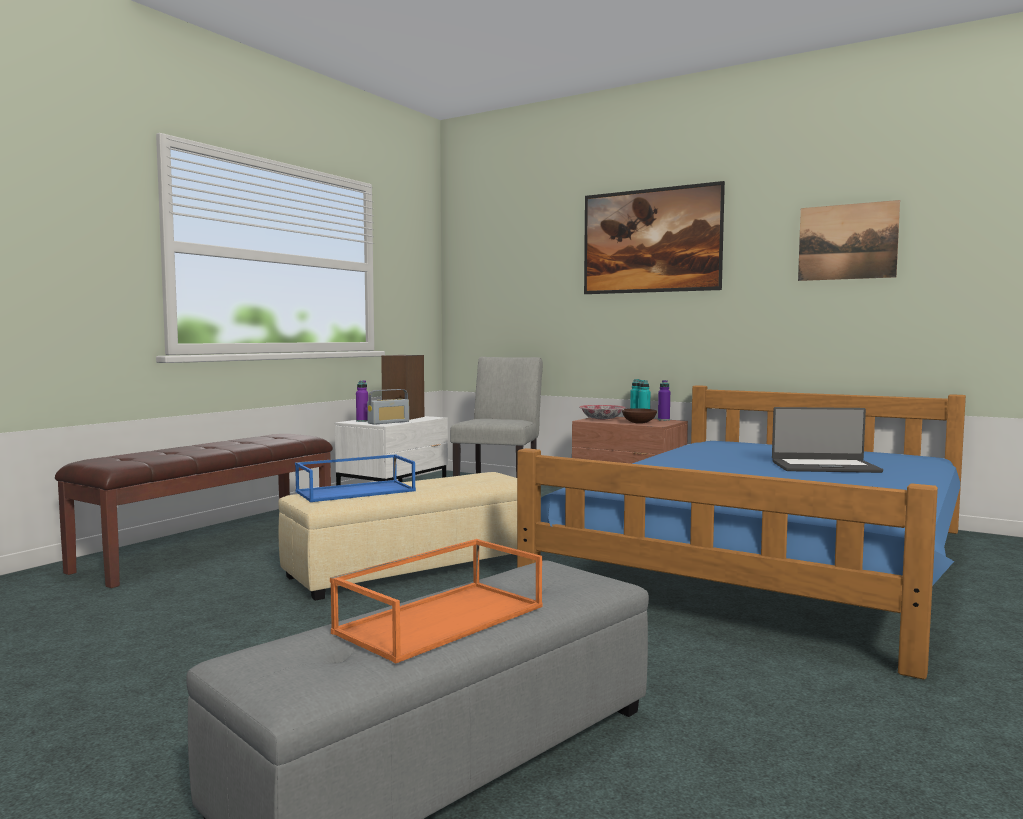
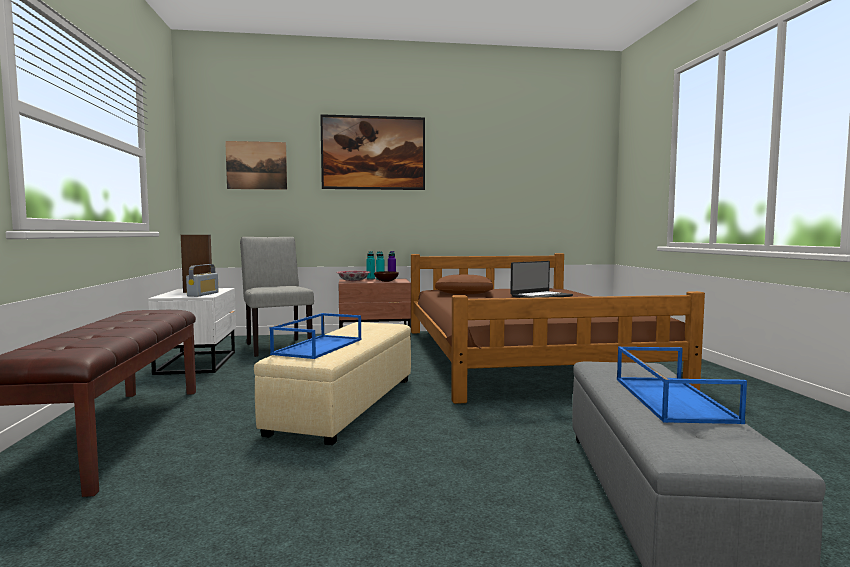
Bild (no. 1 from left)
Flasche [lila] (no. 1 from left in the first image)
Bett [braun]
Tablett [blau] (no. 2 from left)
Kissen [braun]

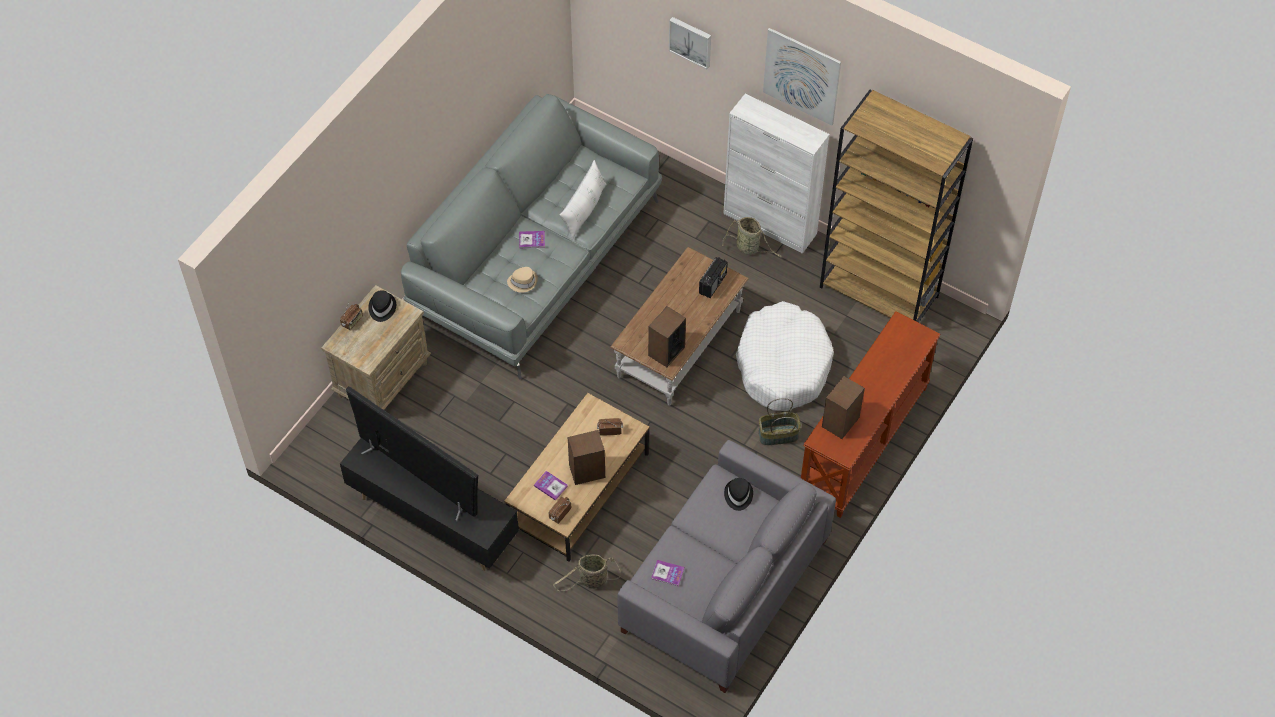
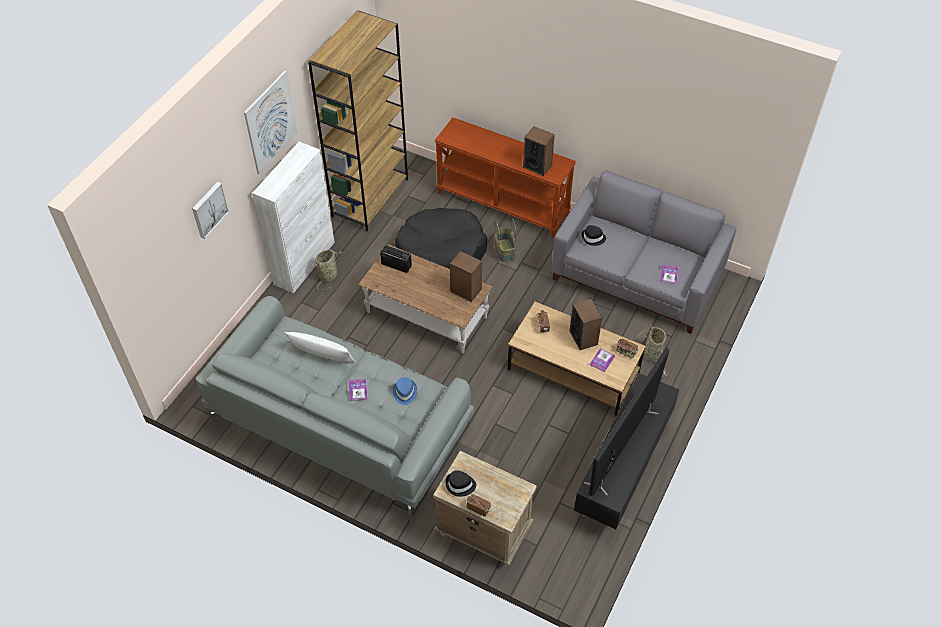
Hut [blau]
Hundebett [schwarz]

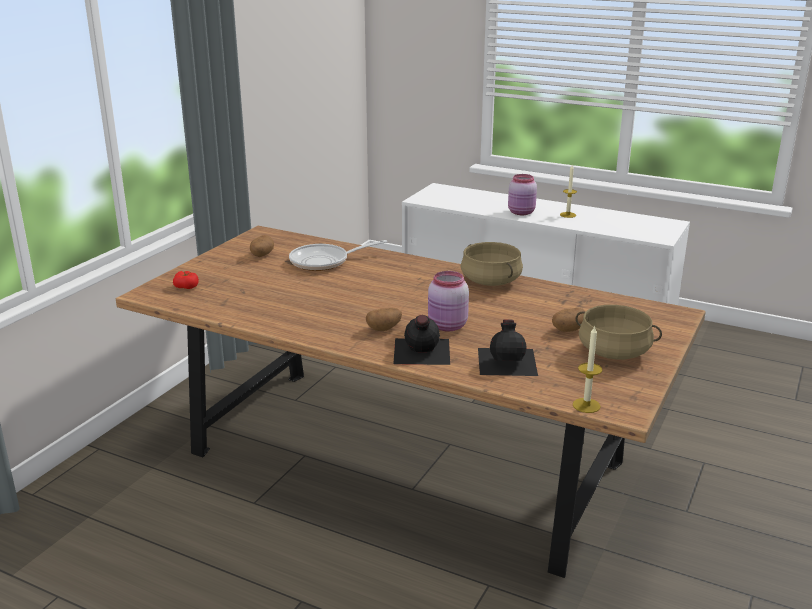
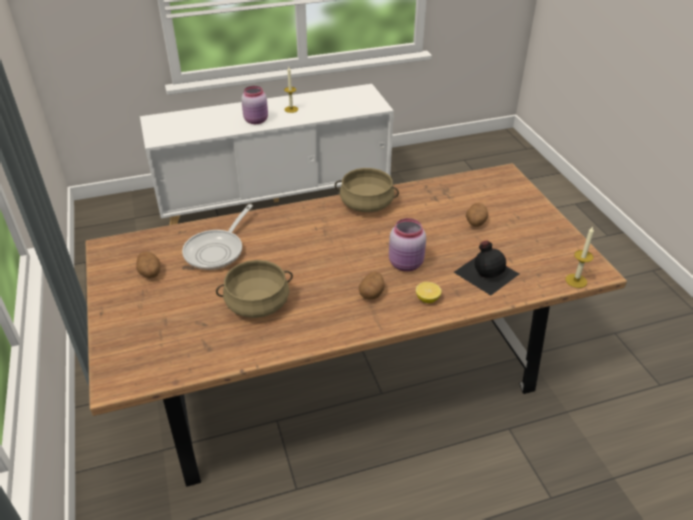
Tomate
Kochtopf [beige] (no. 1 from left)
Zitrone

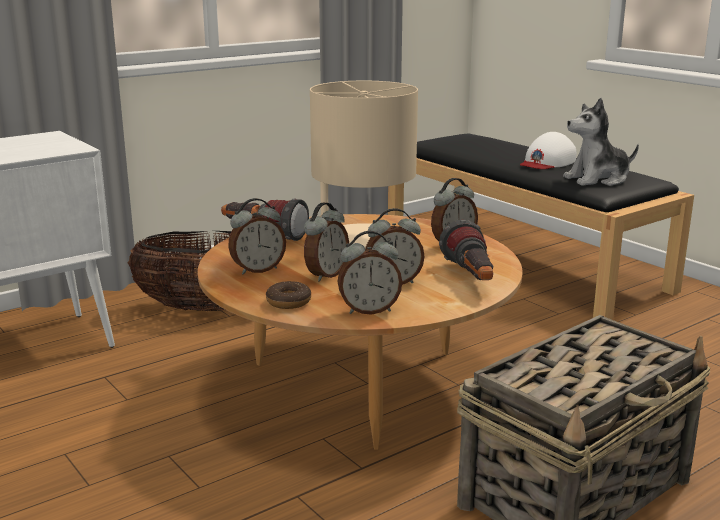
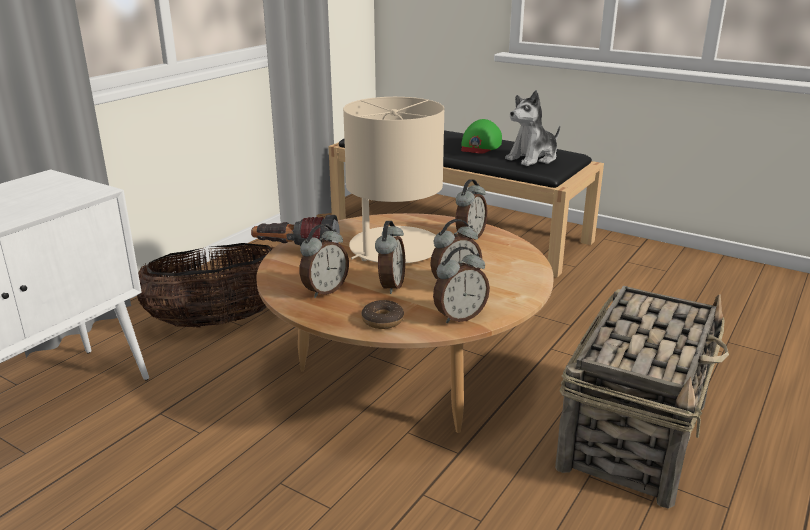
Kappe [grün]
Taschenlampe (no. 2 from left in the first image)

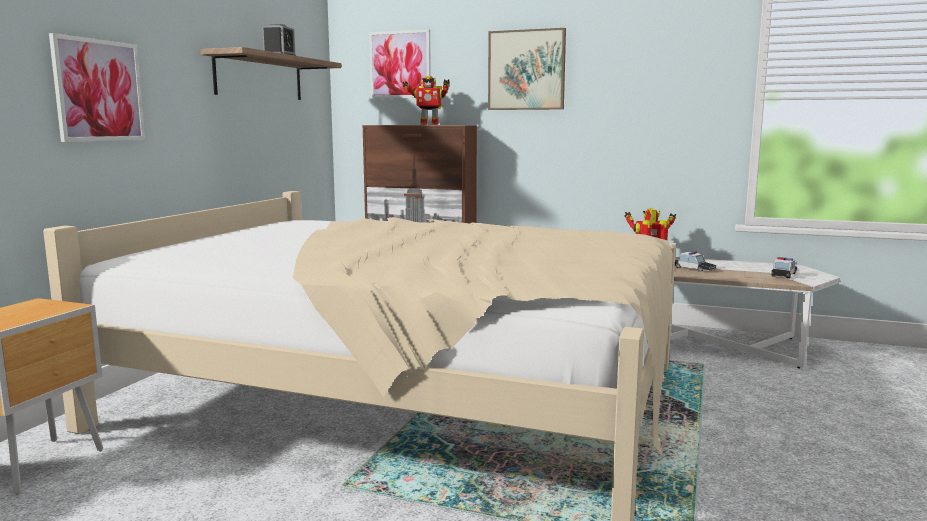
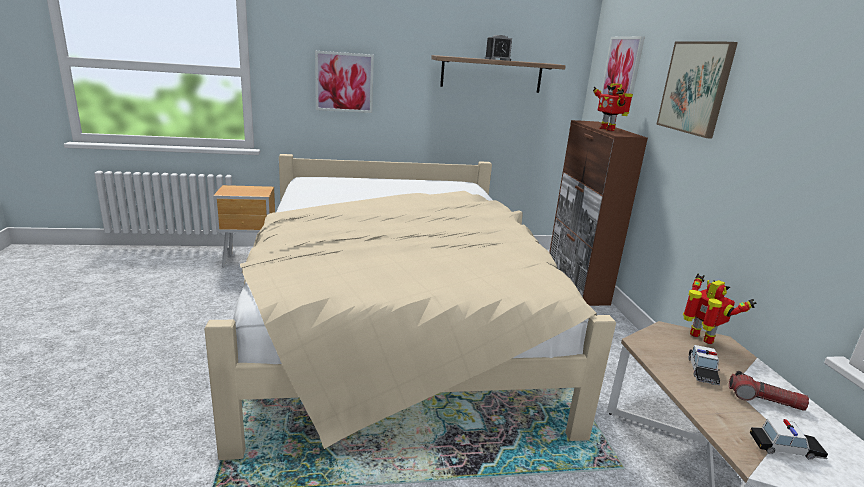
Taschenlampe

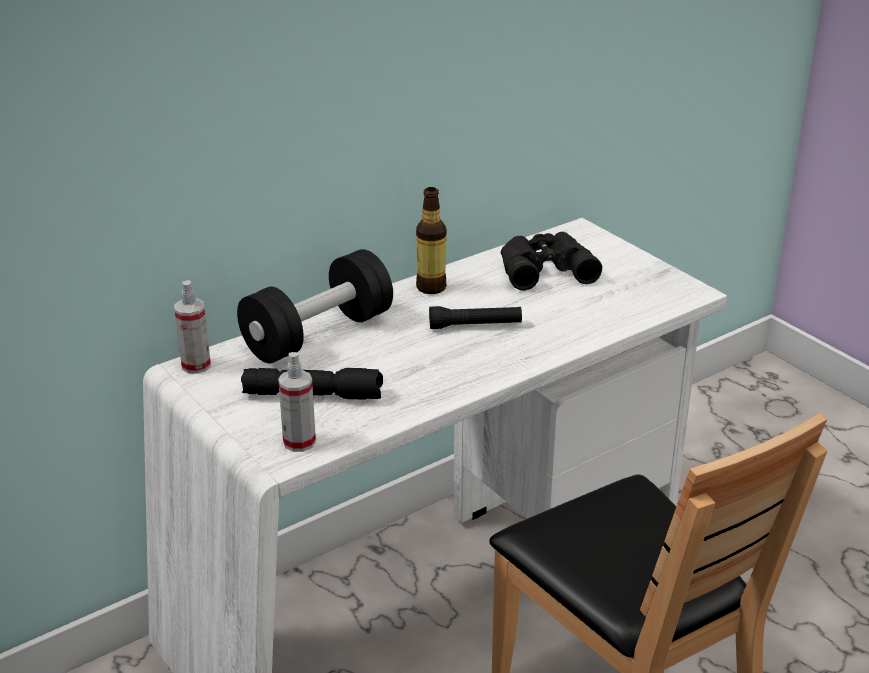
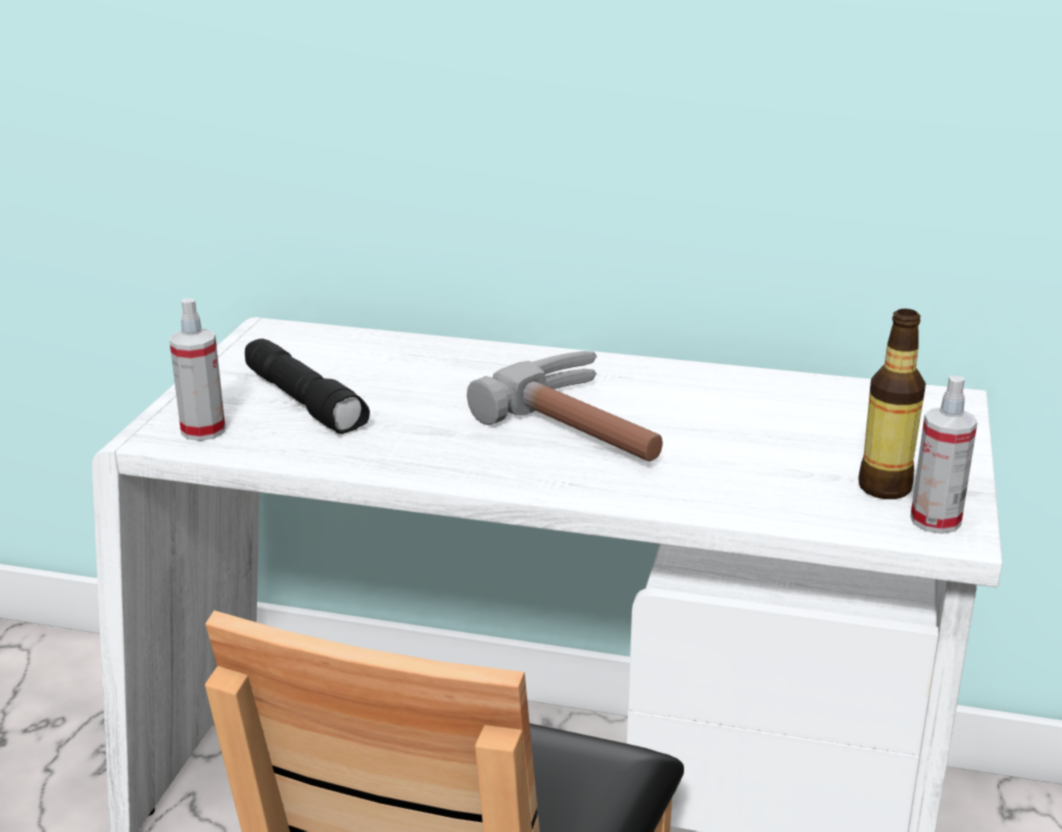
Flasche
Fernglas [schwarz]
Hantel [schwarz]
Sprühflasche (no. 2 from left)
Hammer

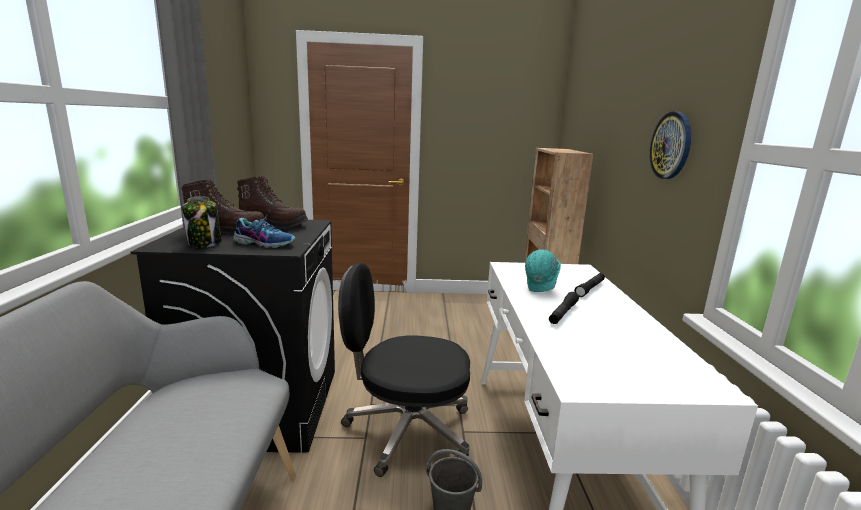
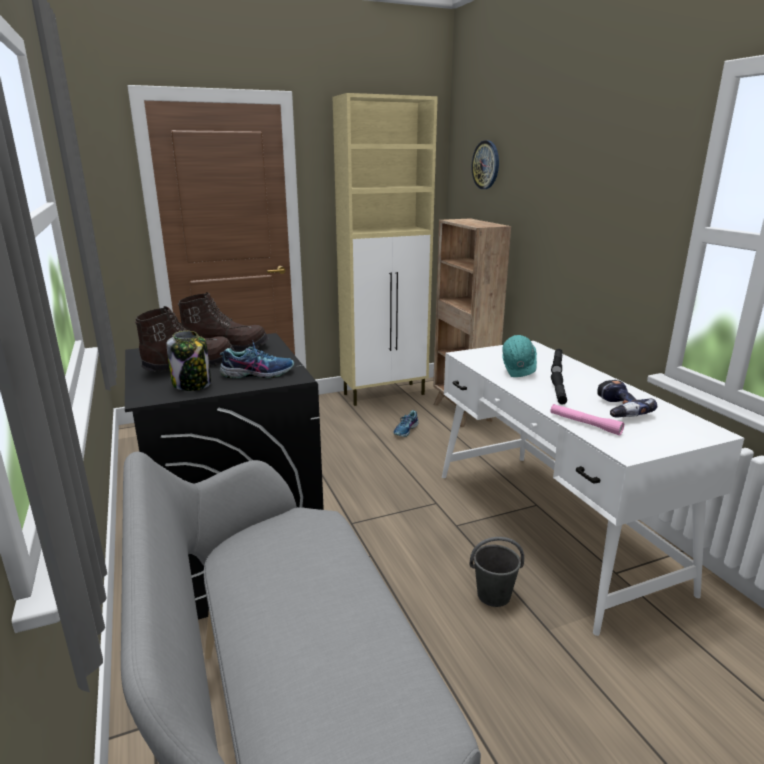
Wanduhr
Bürostuhl [schwarz]
Schrank [beige]
Bohrmaschine
Taschenlampe [rosa]
Schuh (no. 2 from left)

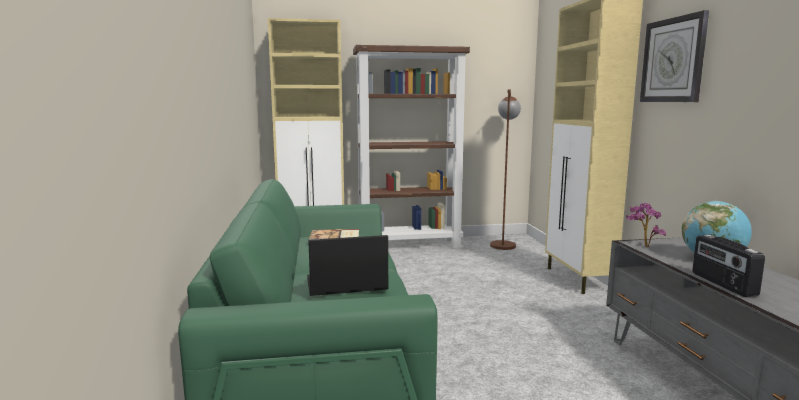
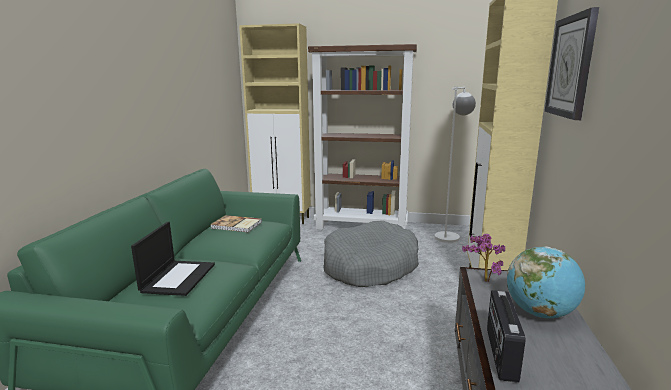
Stehlampe [weiß]
Laptop
Hundebett [grau]

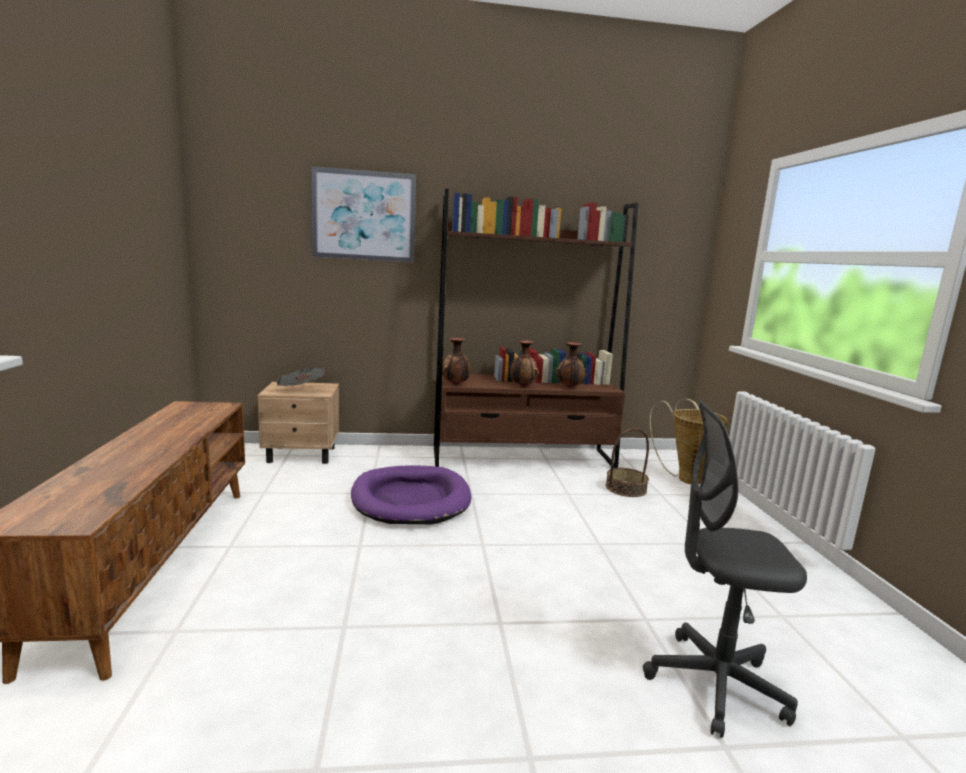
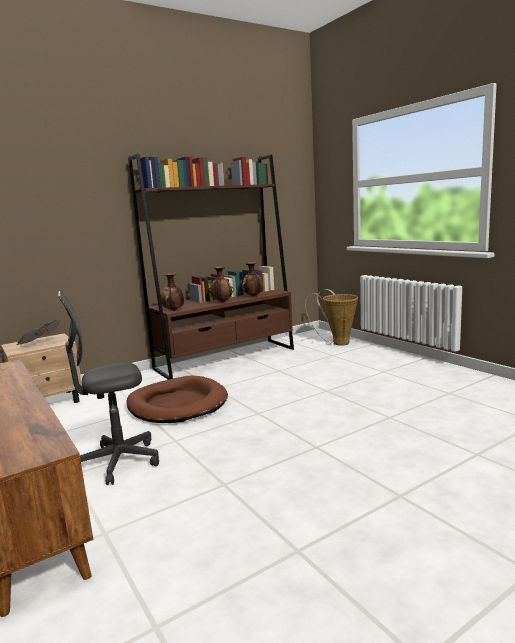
Bild
Bürostuhl [grau]
Korb (no. 1 from left in the first image)
Hundebett [braun]

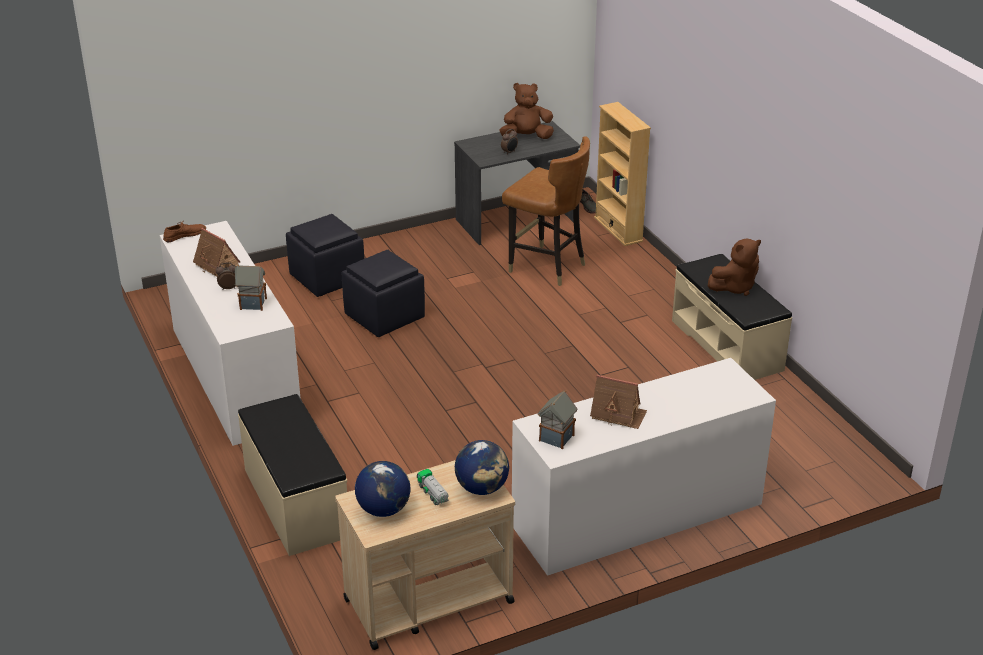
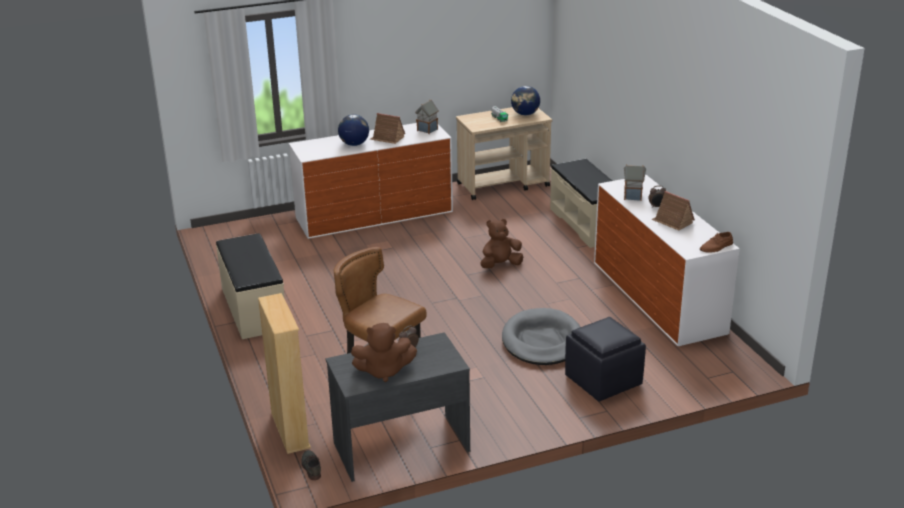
Plüschtier [braun] (no. 2 from left)
Hundebett [grau]
Globus (no. 1 from left)

